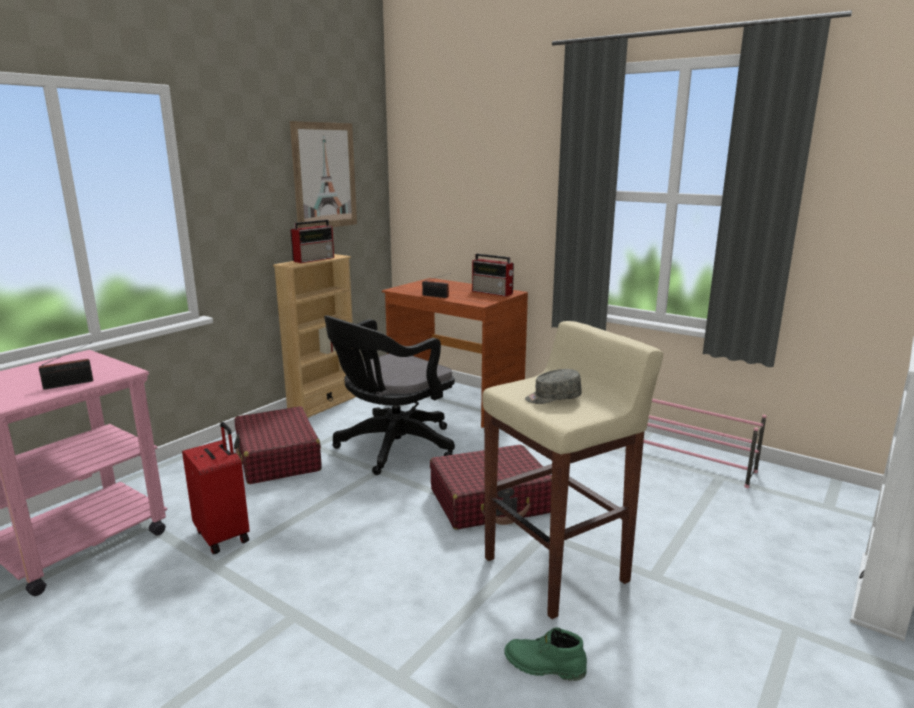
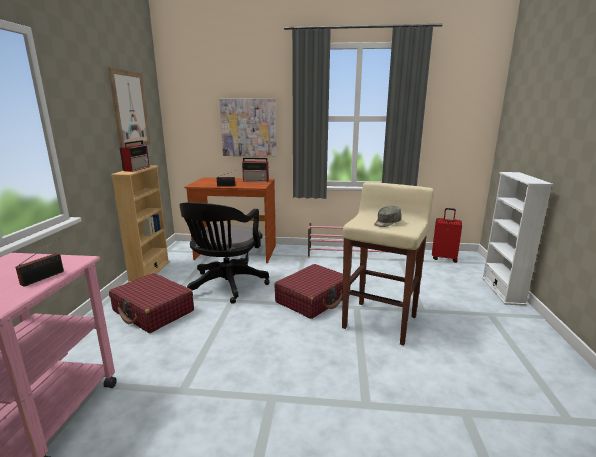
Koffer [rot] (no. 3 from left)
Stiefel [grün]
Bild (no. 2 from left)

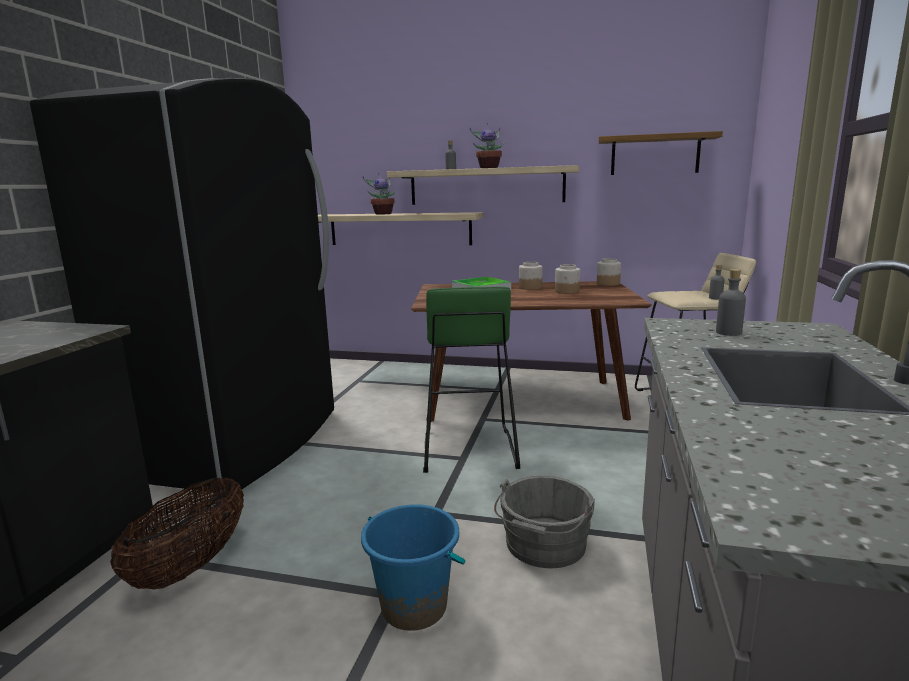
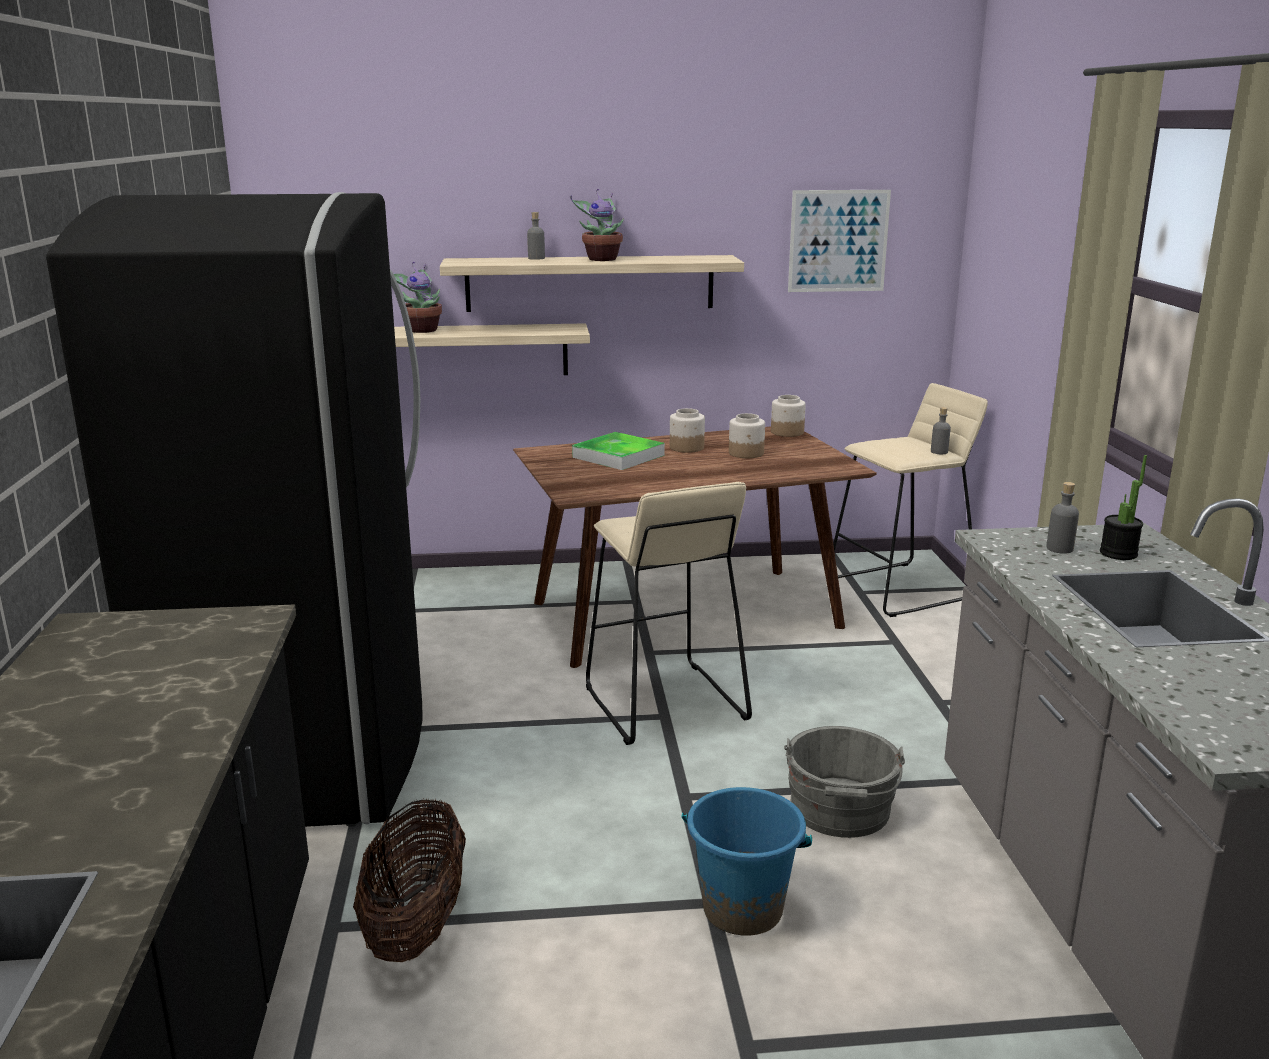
Bild
Hocker [beige] (no. 1 from left)
Topfpflanze (no. 3 from left)

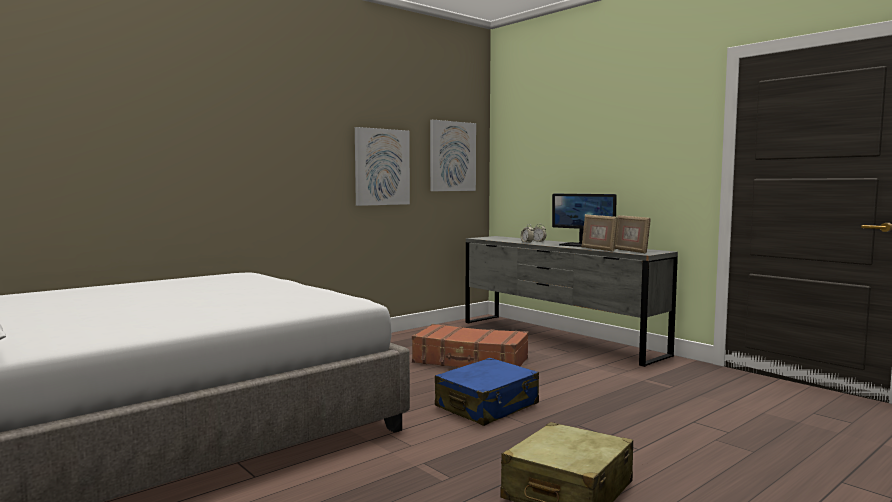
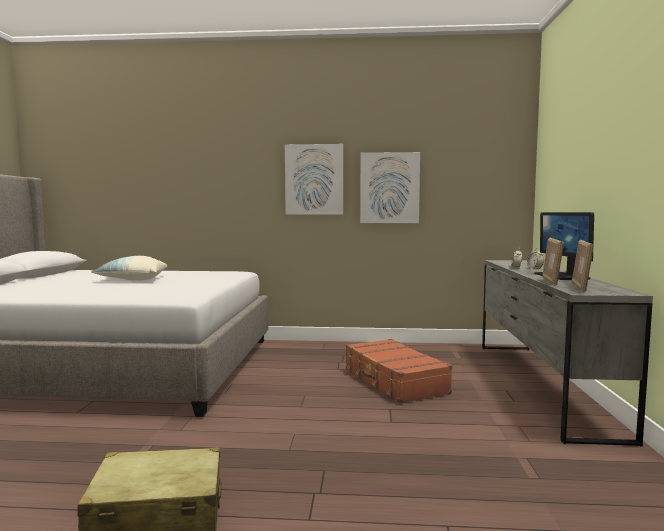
Bild (no. 1 from left)
Koffer [blau]
Kissen

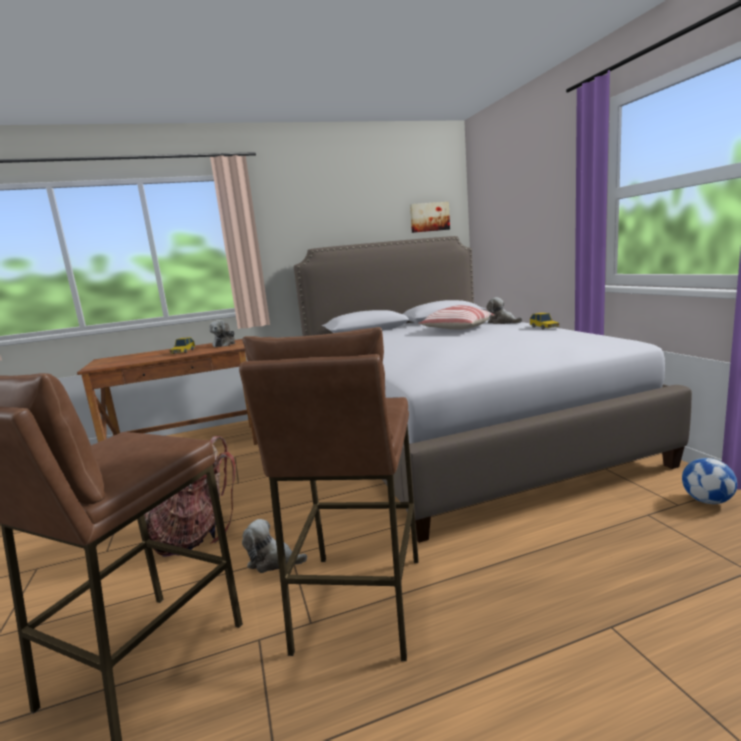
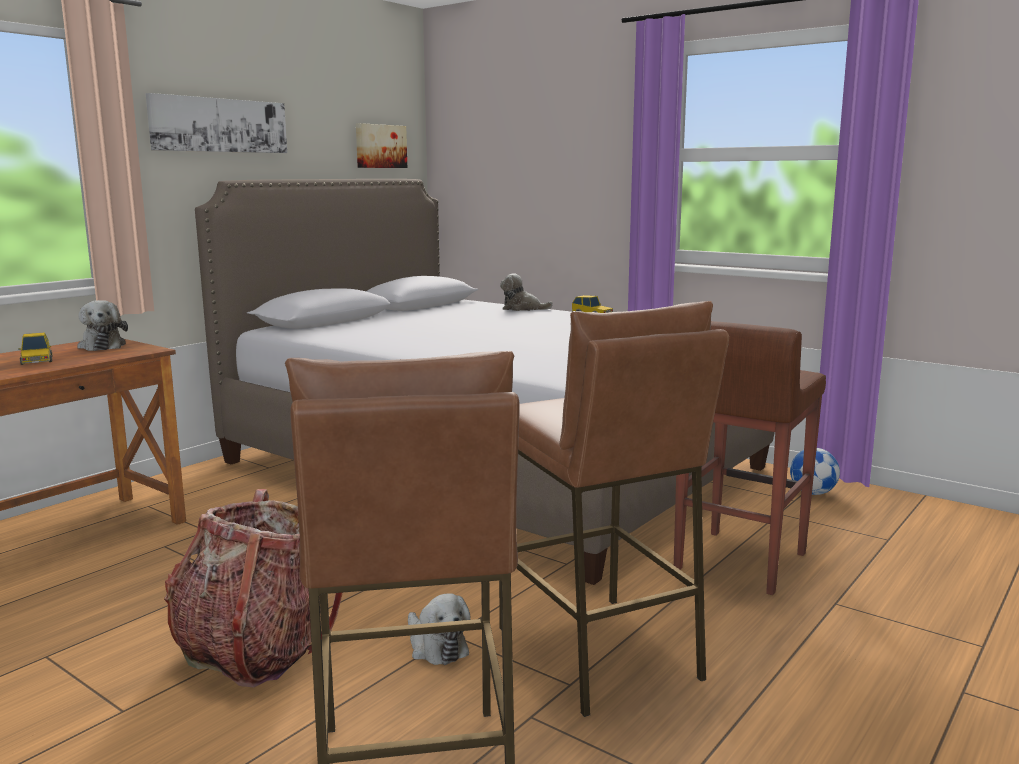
Kissen
Plüschtier (no. 2 from left)
Bild (no. 1 from left)
Hocker [braun] (no. 3 from left)

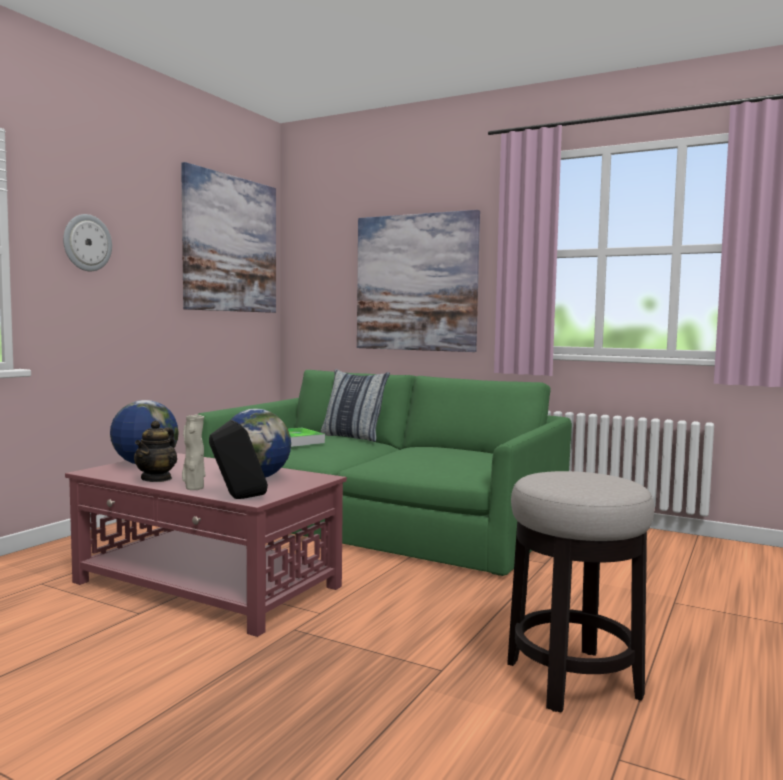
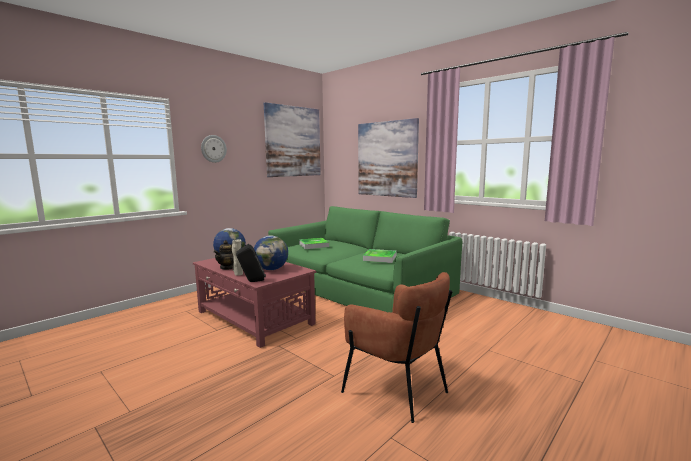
Kissen
Sessel [braun]
Tablett (no. 2 from left)

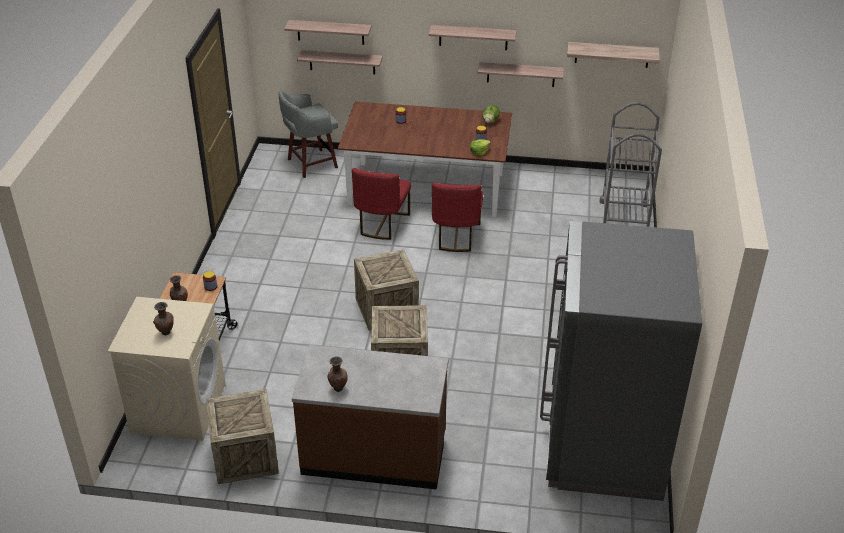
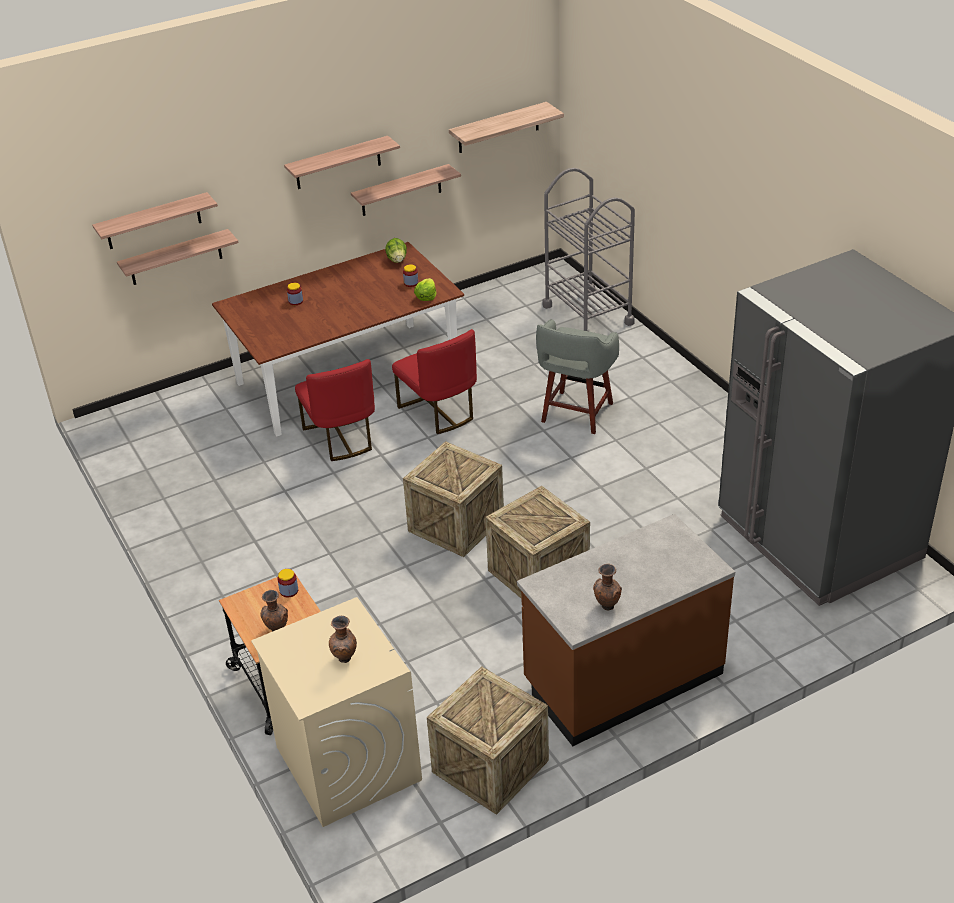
Hocker [grau]

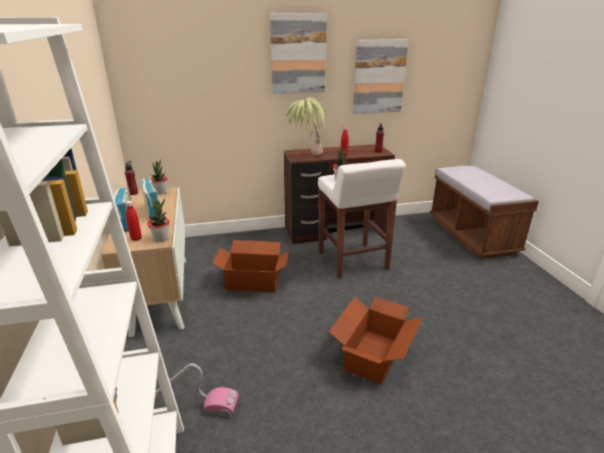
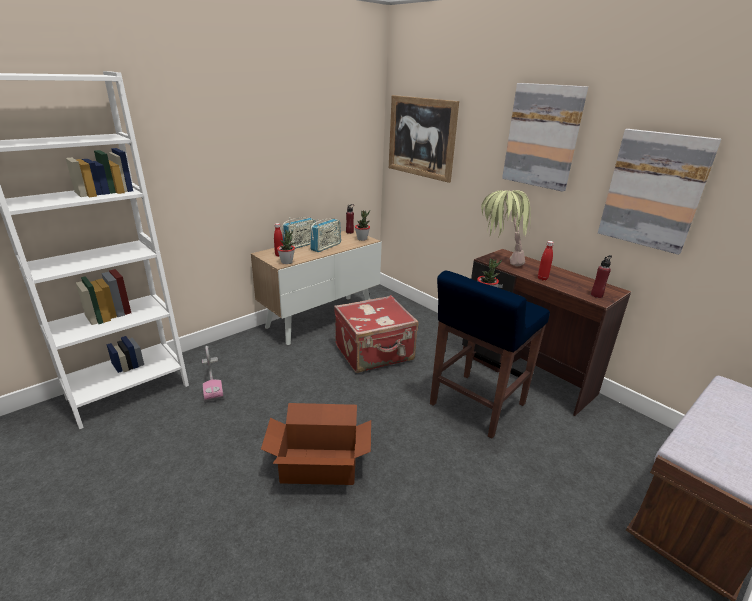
Hocker [blau]
Koffer [rot]
Bild (no. 1 from left)

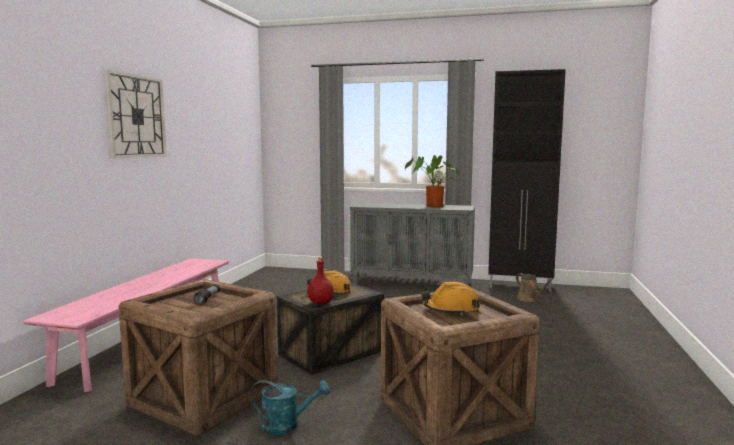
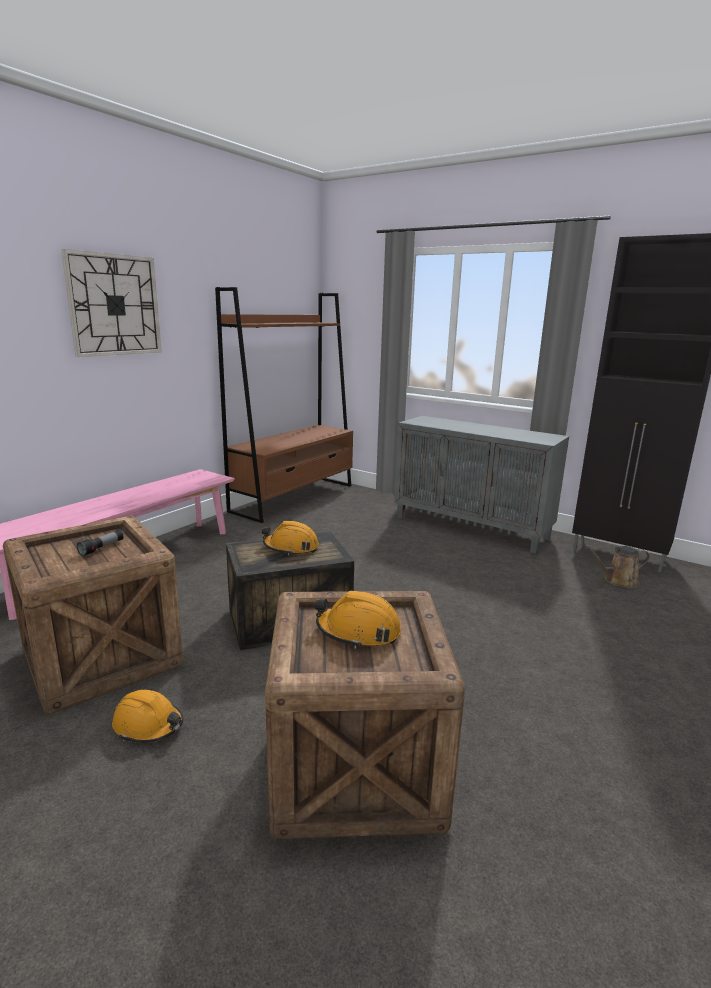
Topfpflanze
Flasche [rot]
Gießkanne [braun]
Schutzhelm [orange] (no. 1 from left)
Bücherregal [braun]

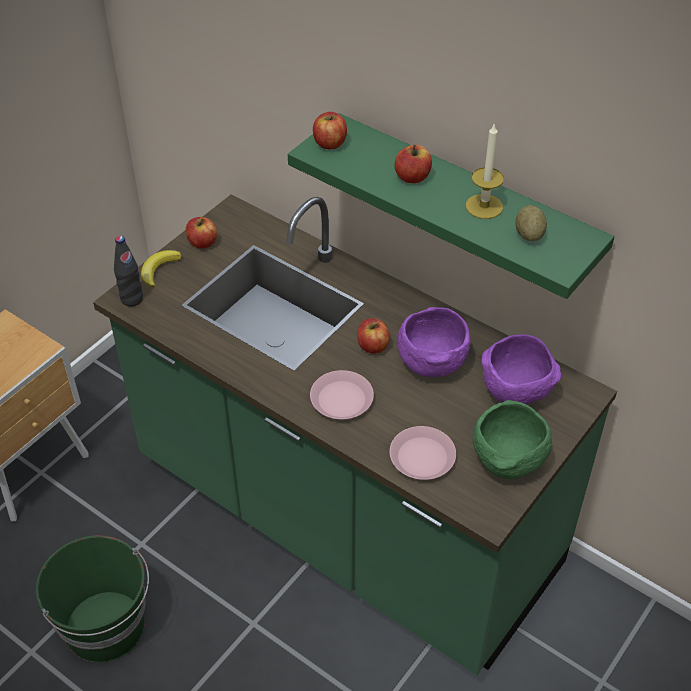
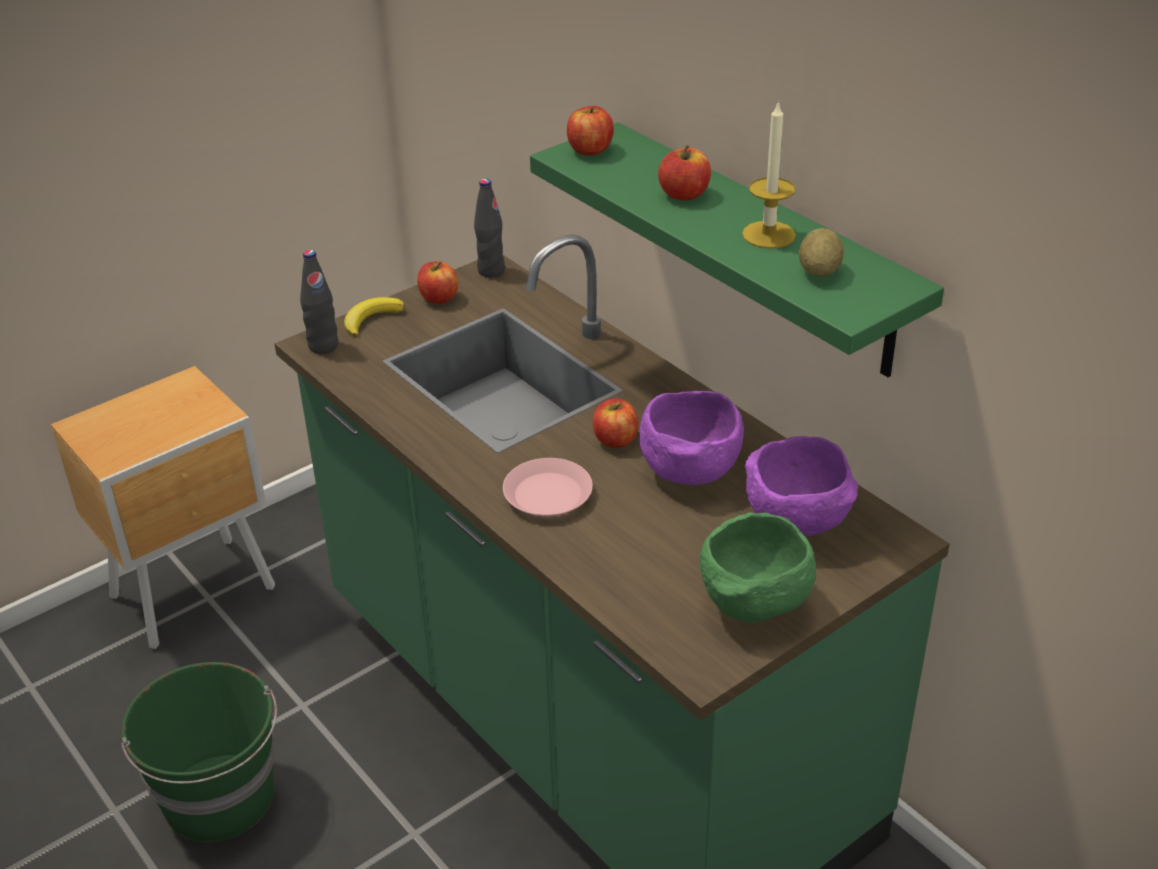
Teller [rosa] (no. 2 from left in the first image)
Flasche [schwarz] (no. 2 from left)

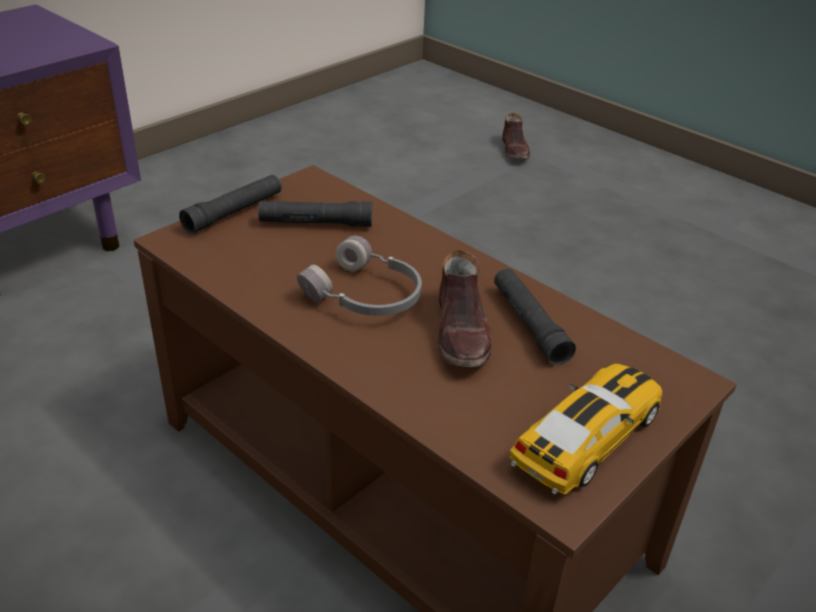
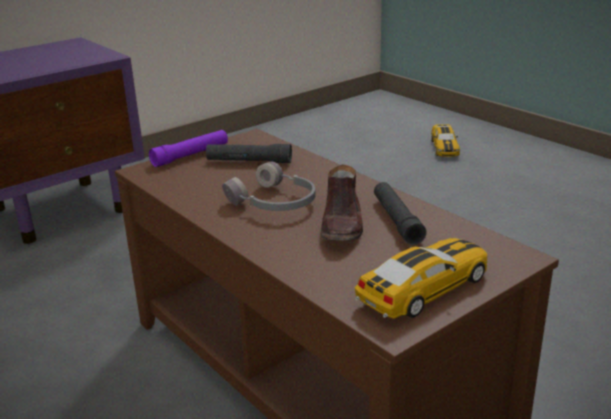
Spielzeugauto (no. 2 from left)
Taschenlampe [lila]

